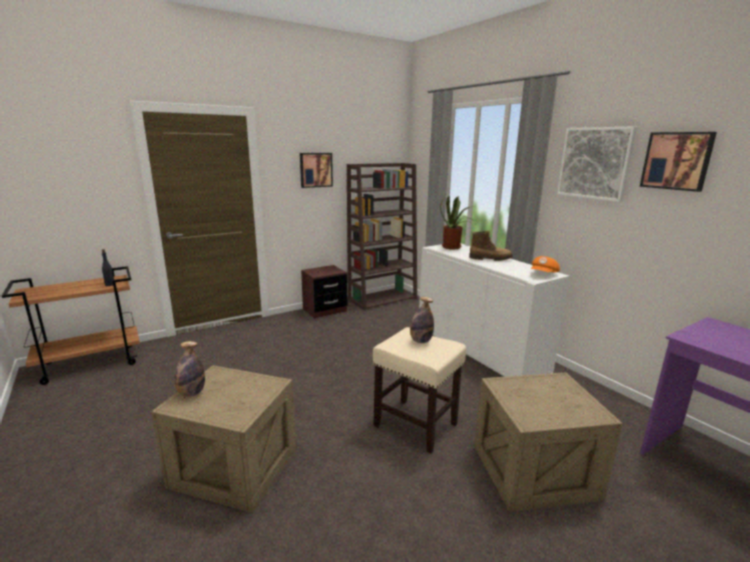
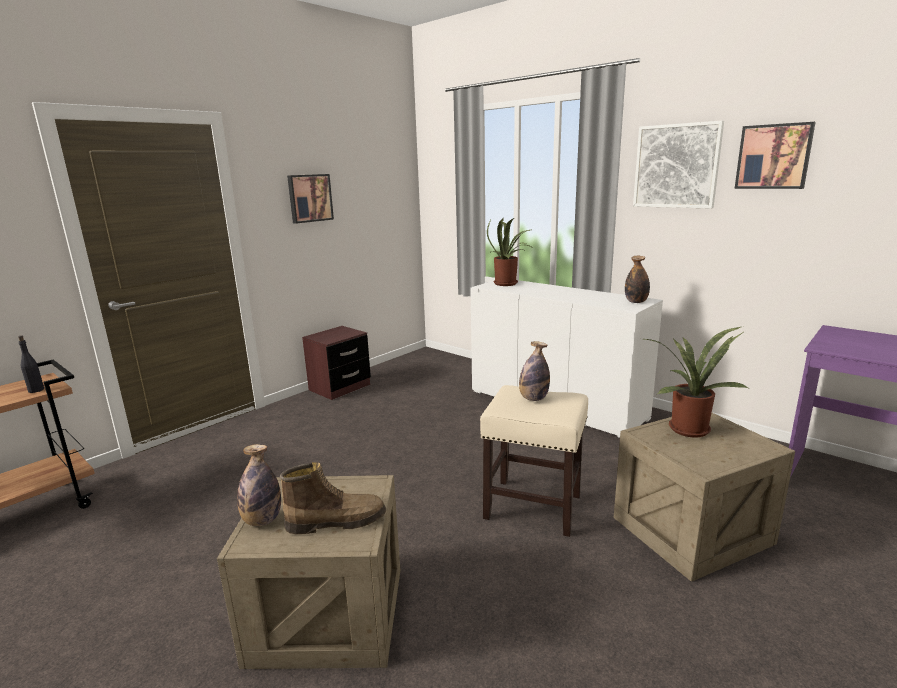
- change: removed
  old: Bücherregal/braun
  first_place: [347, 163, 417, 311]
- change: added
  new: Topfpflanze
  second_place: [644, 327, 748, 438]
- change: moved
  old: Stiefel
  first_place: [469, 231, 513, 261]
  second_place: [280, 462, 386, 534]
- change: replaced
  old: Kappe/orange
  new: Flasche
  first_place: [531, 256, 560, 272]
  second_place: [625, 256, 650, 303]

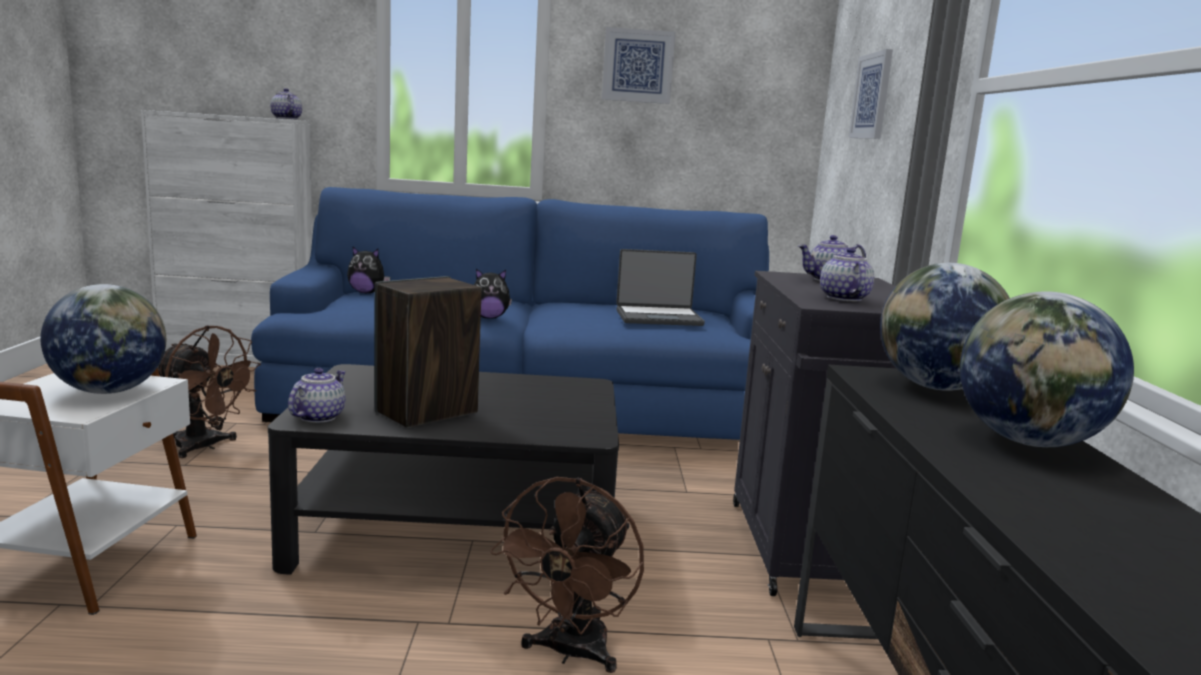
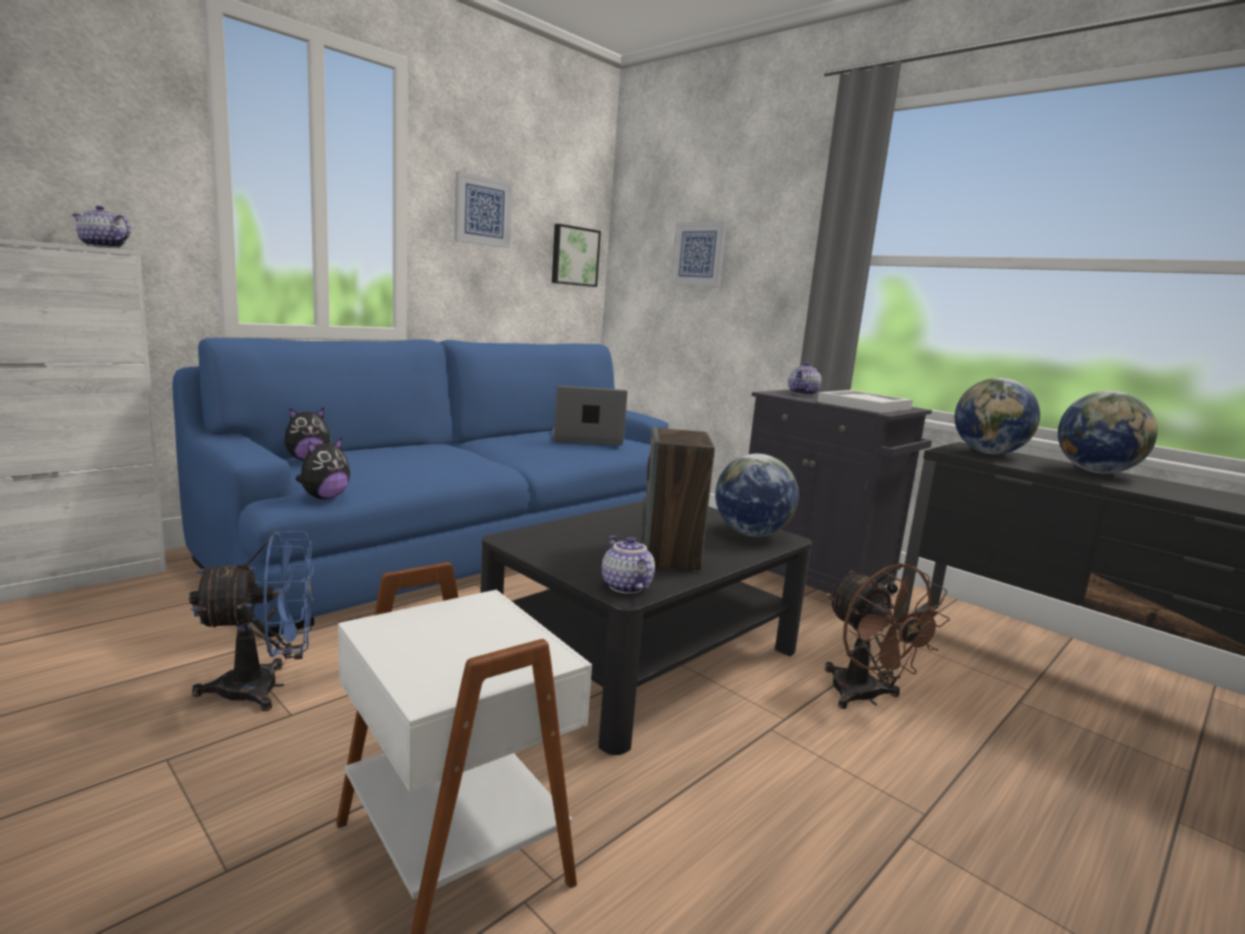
- change: added
  new: Bild
  second_place: [552, 224, 601, 287]
- change: moved
  old: Globus
  first_place: [40, 284, 166, 394]
  second_place: [715, 454, 799, 537]
- change: moved
  old: Plüschtier
  first_place: [474, 269, 512, 319]
  second_place: [296, 438, 350, 499]
- change: replaced
  old: Teekanne
  new: Tablett/weiß
  first_place: [820, 248, 874, 301]
  second_place: [817, 390, 913, 413]
- change: recoloured
  old: Ventilator/braun
  new: Ventilator/blau
  first_place: [158, 325, 261, 458]
  second_place: [189, 531, 313, 711]
- change: turned
  old: Laptop
  first_place: [616, 249, 705, 326]
  second_place: [553, 386, 628, 445]
  degrees: -135

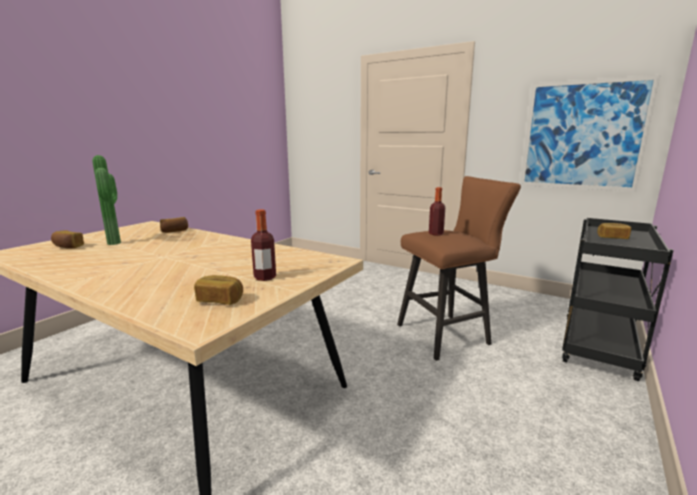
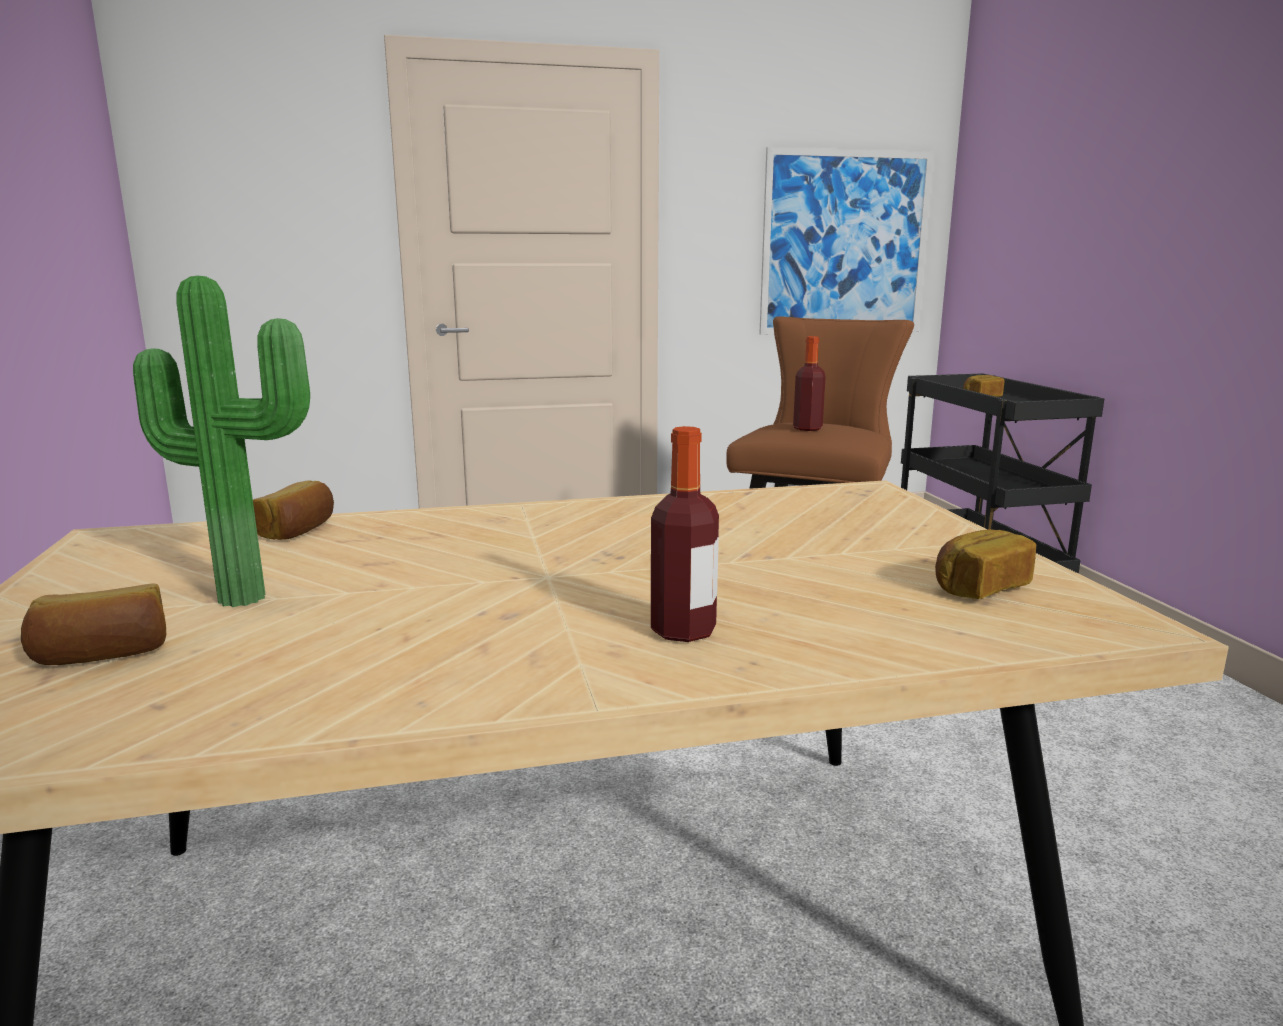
- change: moved
  old: Flasche
  first_place: [251, 209, 276, 281]
  second_place: [651, 426, 719, 642]

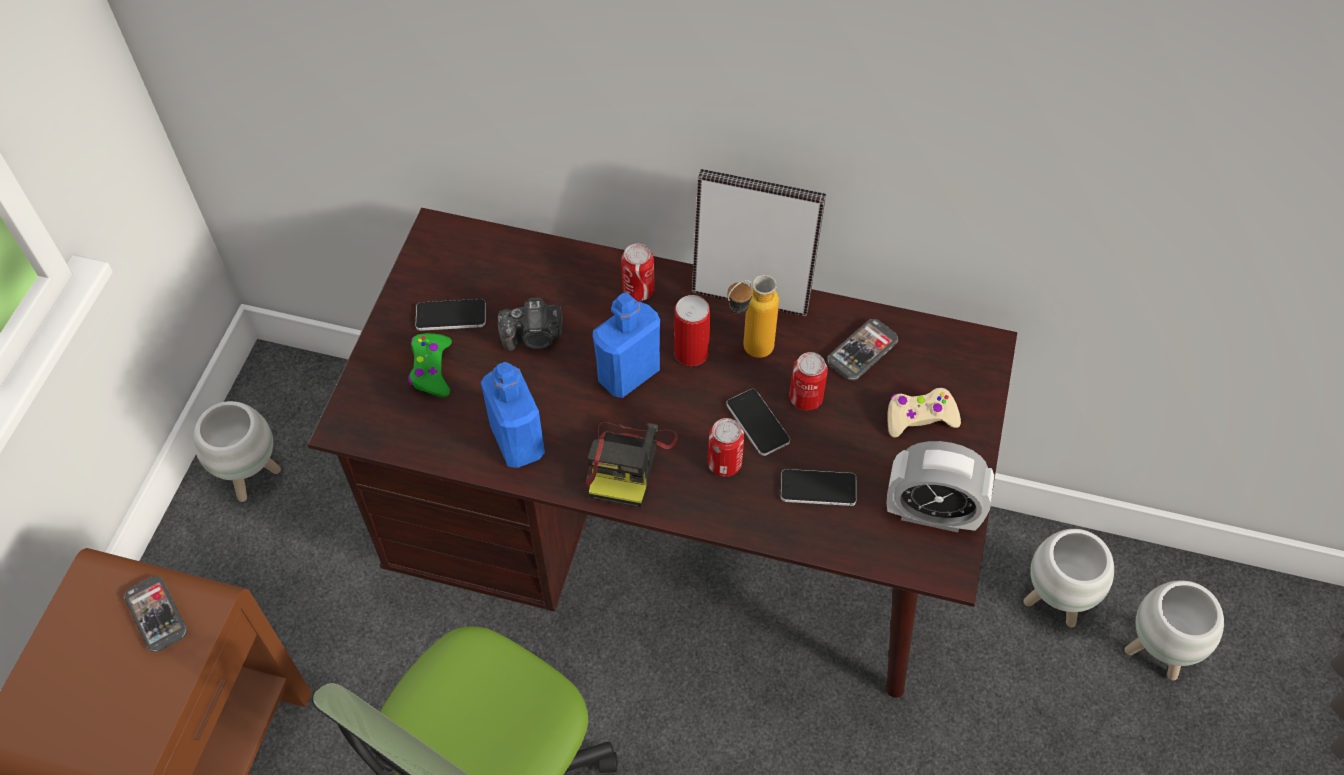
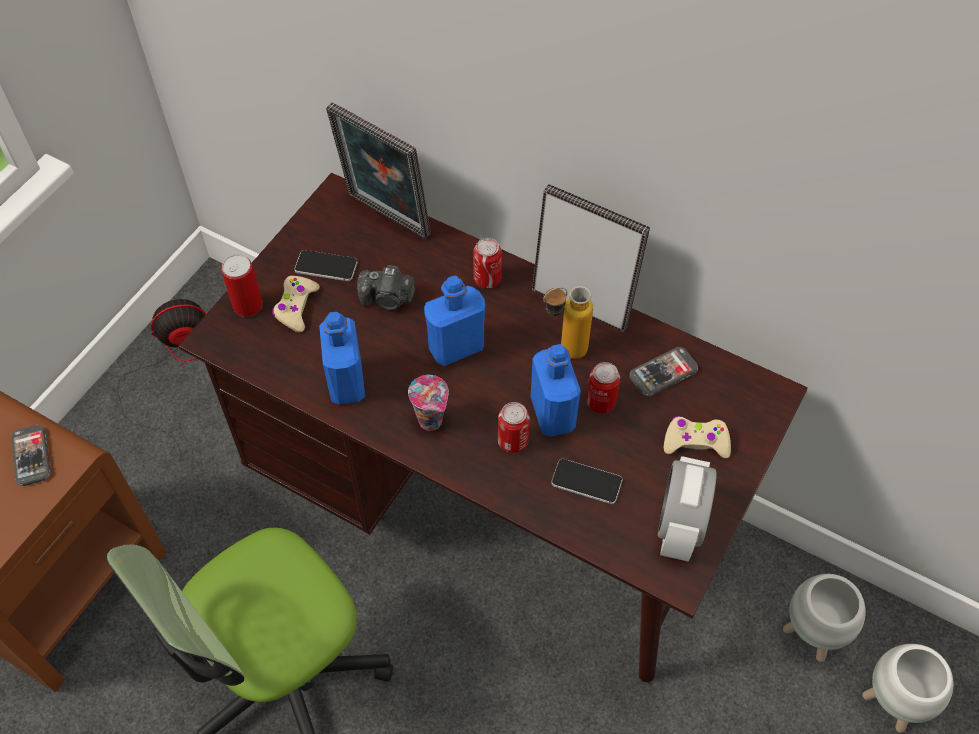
- change: added
  new: Bilderrahmen
  second_place: [326, 102, 431, 239]
- change: moved
  old: Dose
  first_place: [674, 295, 710, 366]
  second_place: [221, 255, 263, 317]
- change: replaced
  old: Pflanzkübel/weiß
  new: Ventilator
  first_place: [193, 401, 281, 502]
  second_place: [117, 299, 206, 458]
- change: replaced
  old: Kamera
  new: Tasse
  first_place: [586, 422, 678, 508]
  second_place: [408, 375, 449, 431]
- change: replaced
  old: Handy
  new: Flasche/blau
  first_place: [726, 389, 790, 456]
  second_place: [531, 344, 581, 437]
- change: recoloured
  old: Gamepad/grün
  new: Gamepad/beige
  first_place: [408, 333, 452, 397]
  second_place: [272, 276, 320, 332]
- change: turned
  old: Wecker
  first_place: [887, 441, 994, 532]
  second_place: [658, 456, 717, 561]
  degrees: 75

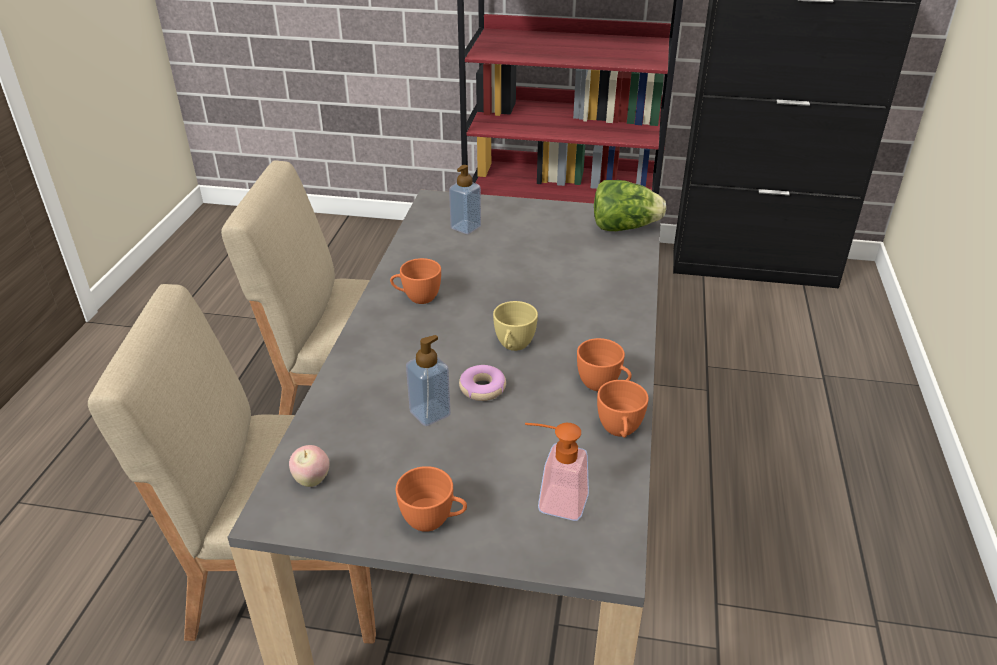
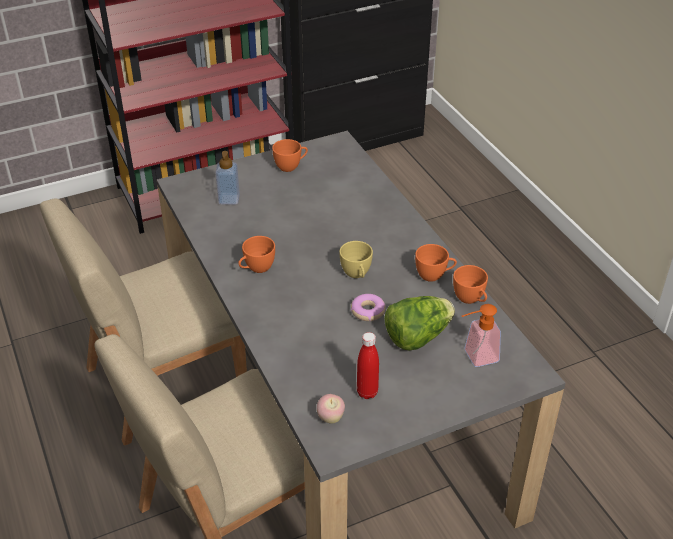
- change: removed
  old: Seifenspender
  first_place: [406, 335, 451, 426]
- change: added
  new: Flasche/rot
  second_place: [357, 332, 379, 399]
- change: moved
  old: Tasse/orange
  first_place: [396, 466, 467, 532]
  second_place: [272, 139, 308, 172]
- change: moved
  old: Salatkopf
  first_place: [594, 180, 666, 231]
  second_place: [384, 296, 455, 350]

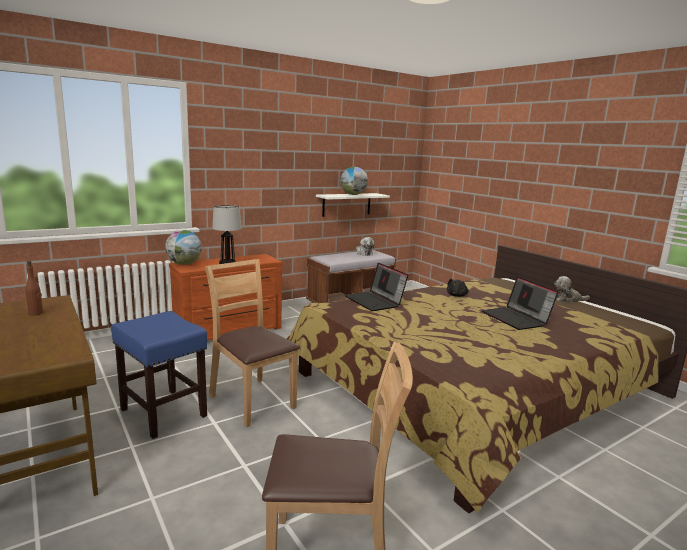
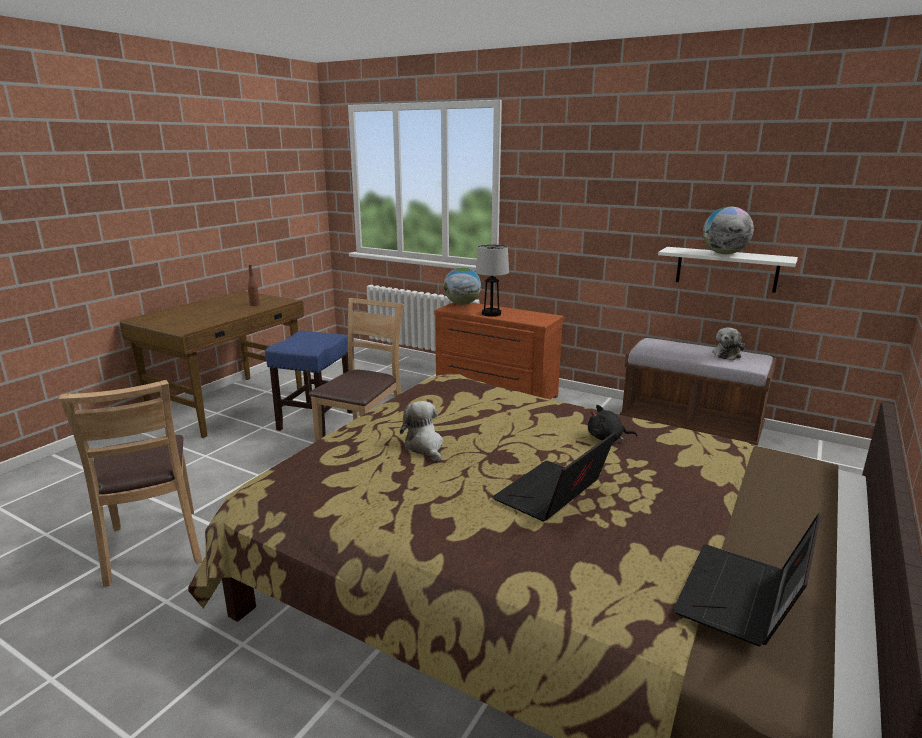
- change: moved
  old: Laptop
  first_place: [345, 263, 408, 311]
  second_place: [673, 513, 821, 646]
- change: moved
  old: Plüschtier
  first_place: [554, 276, 590, 303]
  second_place: [400, 401, 443, 461]

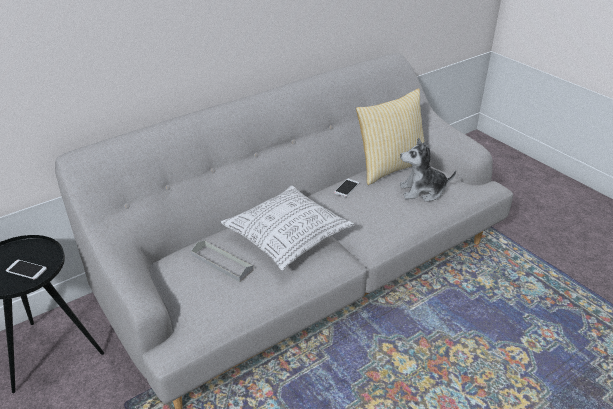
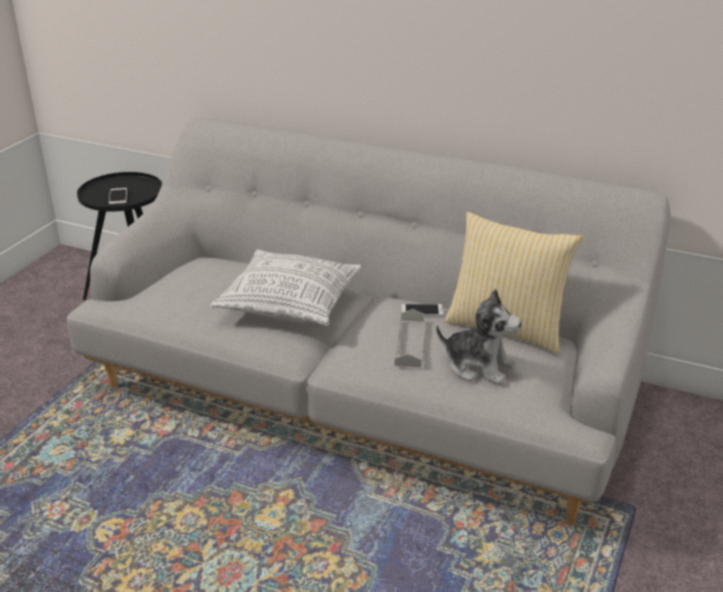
- change: moved
  old: Tablett/grau
  first_place: [191, 240, 254, 282]
  second_place: [395, 309, 425, 367]
- change: turned
  old: Plüschtier
  first_place: [400, 138, 456, 202]
  second_place: [436, 289, 522, 385]
  degrees: 150

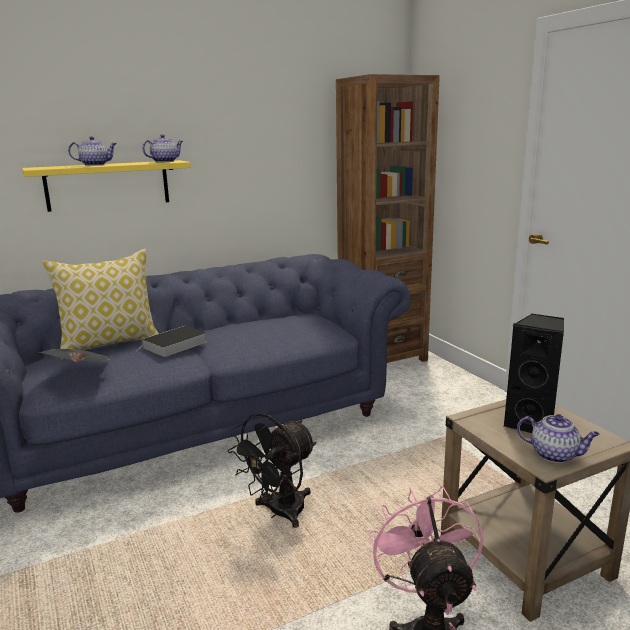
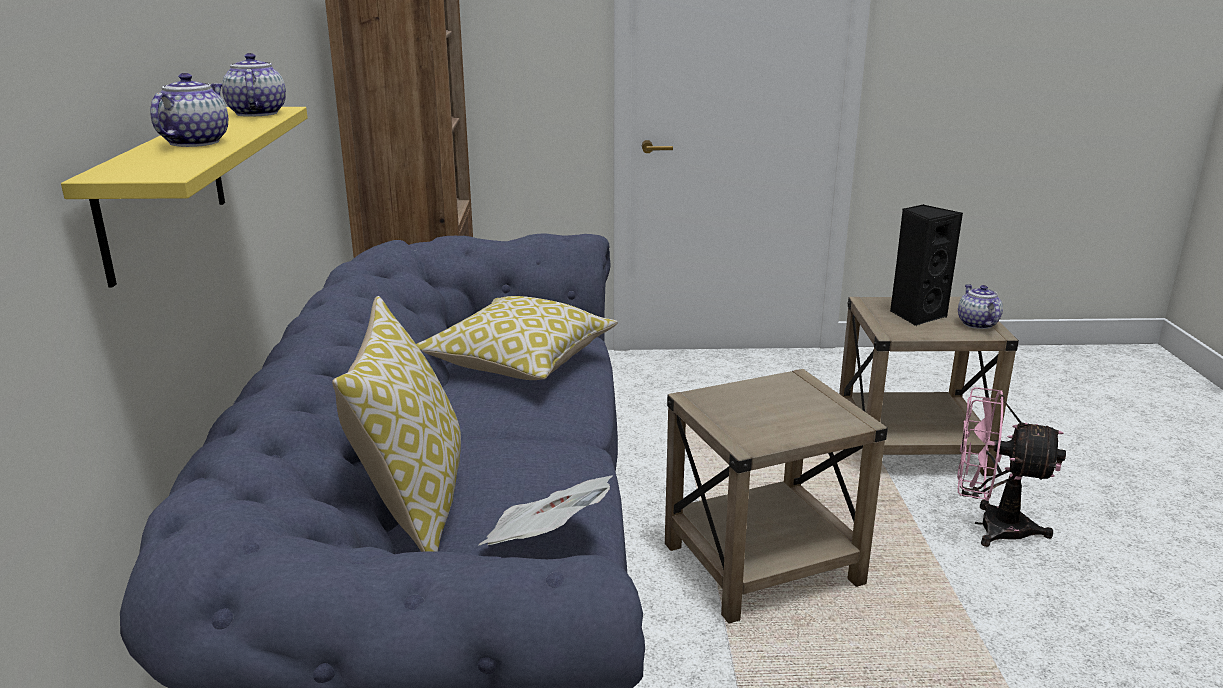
- change: removed
  old: Buch
  first_place: [136, 326, 207, 357]
- change: added
  new: Kissen
  second_place: [416, 296, 618, 380]
- change: replaced
  old: Ventilator/schwarz
  new: Beistelltisch/beige
  first_place: [227, 413, 316, 528]
  second_place: [665, 369, 888, 623]
- change: turned
  old: Teekanne
  first_place: [517, 414, 600, 463]
  second_place: [958, 285, 1003, 329]
  degrees: -60

